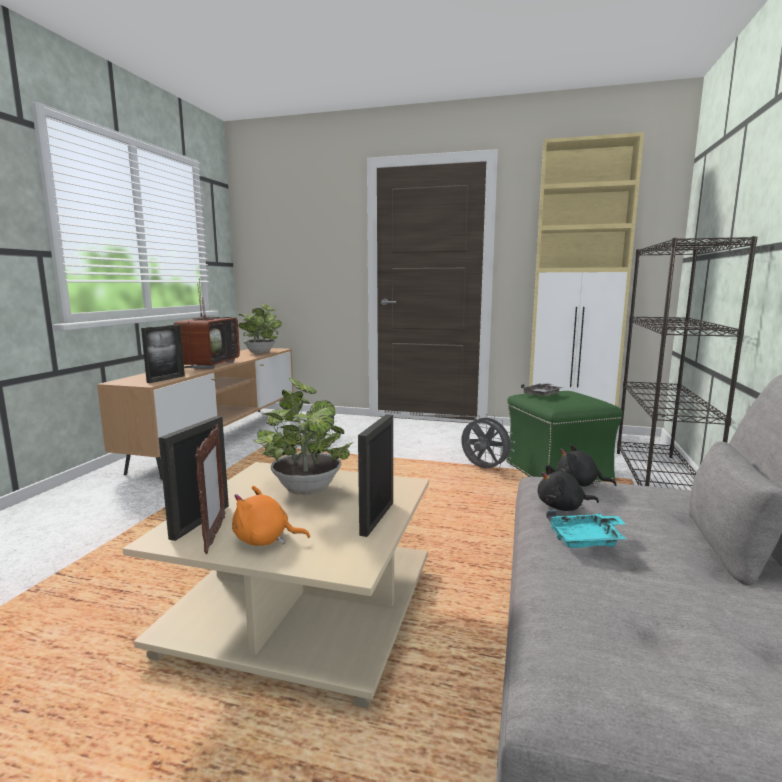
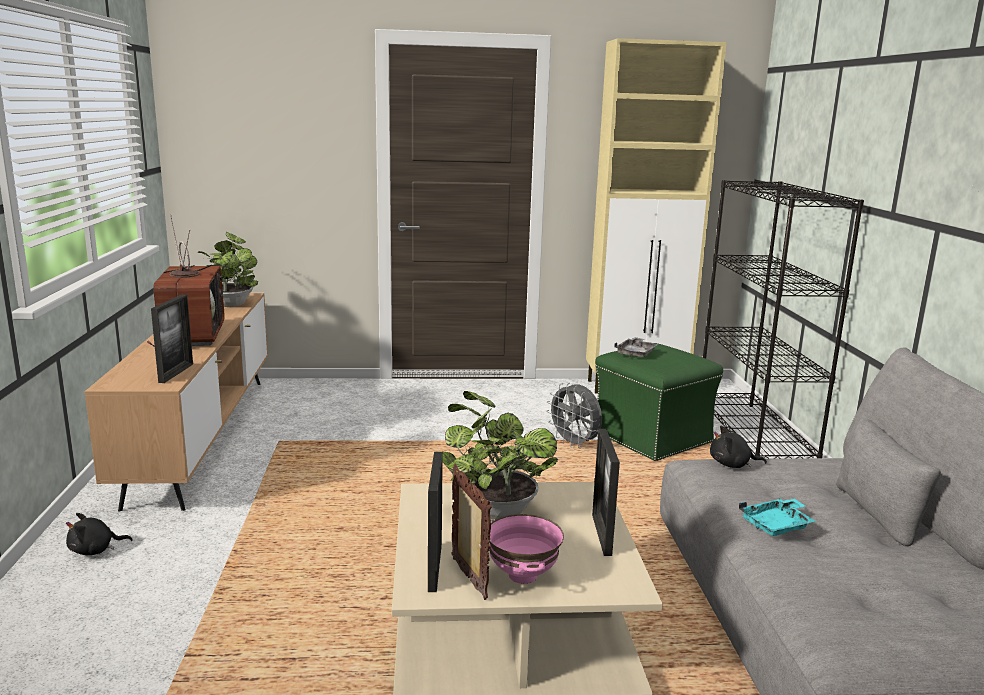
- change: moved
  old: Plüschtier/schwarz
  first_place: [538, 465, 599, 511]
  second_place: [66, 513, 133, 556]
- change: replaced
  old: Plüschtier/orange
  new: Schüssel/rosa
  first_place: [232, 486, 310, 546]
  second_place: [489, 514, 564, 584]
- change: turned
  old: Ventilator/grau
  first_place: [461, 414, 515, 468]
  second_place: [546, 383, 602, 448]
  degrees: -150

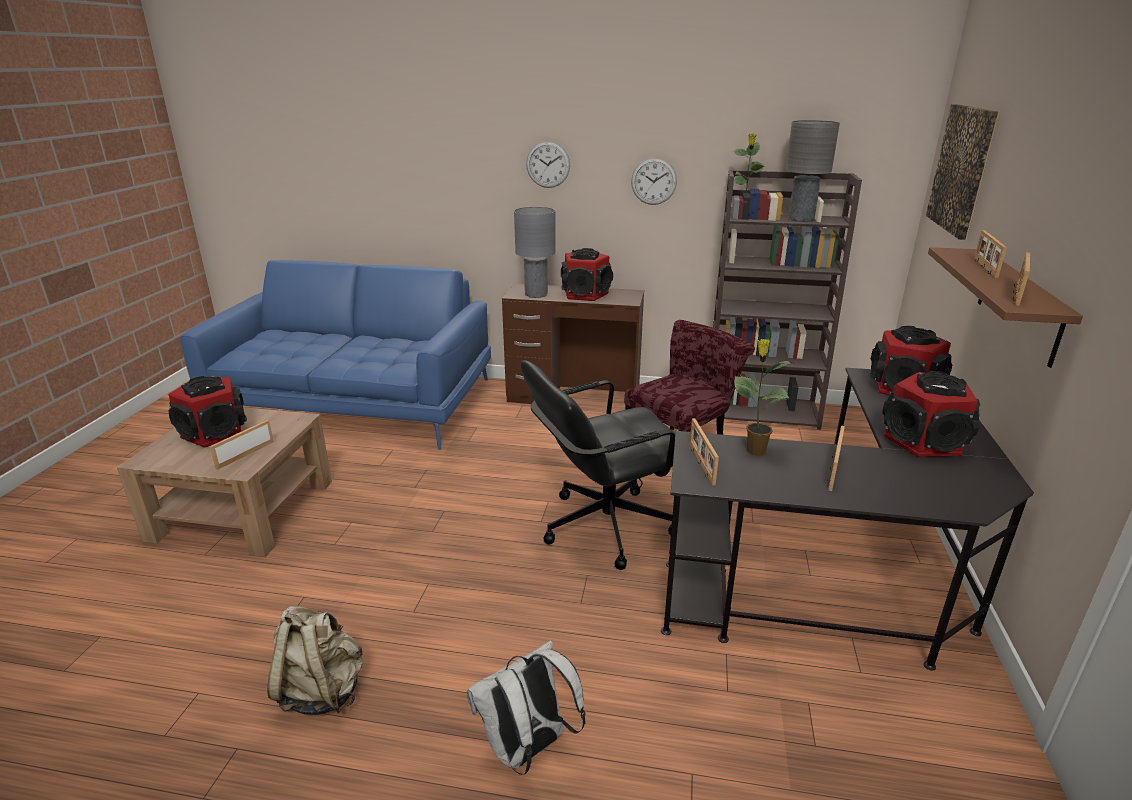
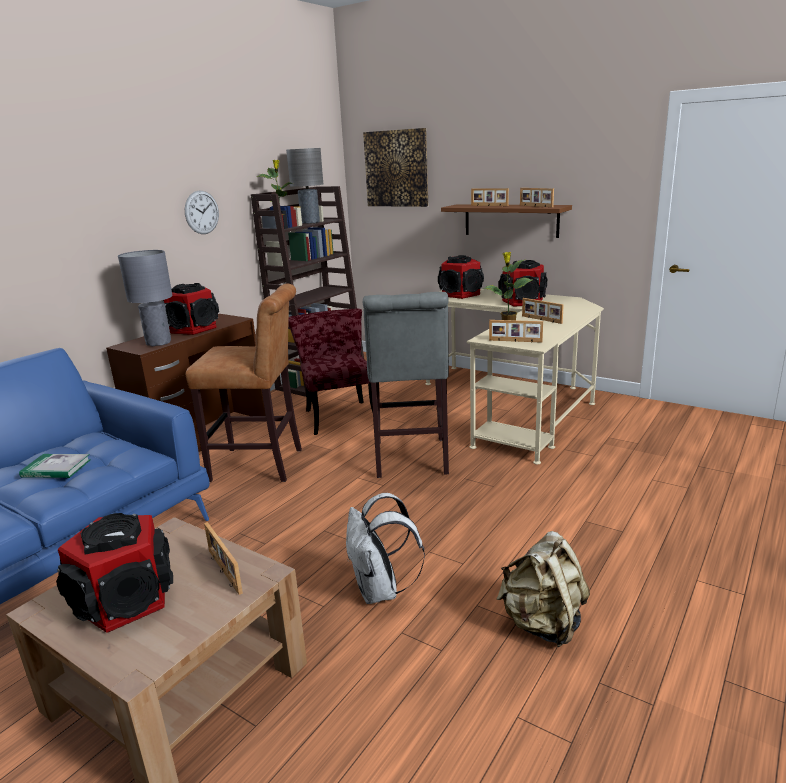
- change: removed
  old: Wanduhr
  first_place: [526, 141, 570, 188]
- change: added
  new: Buch
  second_place: [19, 454, 91, 478]
- change: added
  new: Hocker/braun
  second_place: [186, 284, 302, 482]
- change: moved
  old: Rucksack/weiß
  first_place: [467, 640, 585, 775]
  second_place: [346, 493, 425, 604]
- change: replaced
  old: Bürostuhl/schwarz
  new: Hocker/grau
  first_place: [521, 360, 675, 570]
  second_place: [363, 292, 449, 478]
- change: recoloured
  old: Schreibtisch/schwarz
  new: Schreibtisch/beige
  first_place: [661, 368, 1034, 671]
  second_place: [426, 289, 604, 464]

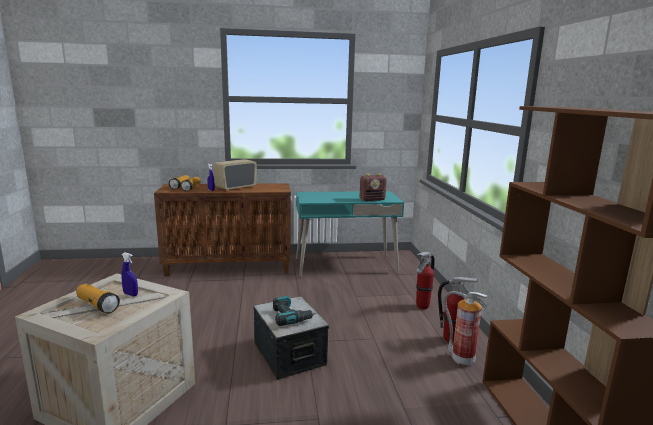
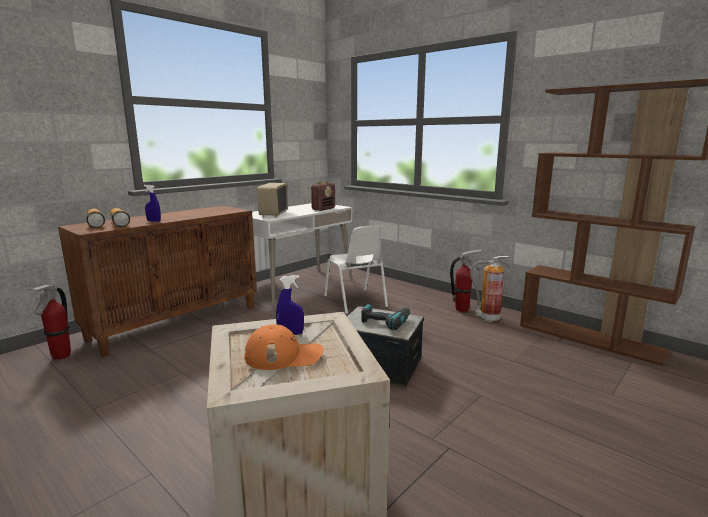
- change: added
  new: Stuhl/weiß
  second_place: [324, 225, 388, 314]
- change: moved
  old: Radio
  first_place: [214, 159, 257, 191]
  second_place: [257, 183, 288, 217]
- change: moved
  old: Feuerlöscher
  first_place: [416, 252, 434, 309]
  second_place: [28, 285, 71, 360]
- change: replaced
  old: Taschenlampe
  new: Kappe/orange
  first_place: [76, 284, 120, 313]
  second_place: [244, 324, 323, 370]
- change: recoloured
  old: Schreibtisch/türkis
  new: Schreibtisch/weiß
  first_place: [296, 191, 404, 277]
  second_place: [252, 203, 353, 308]

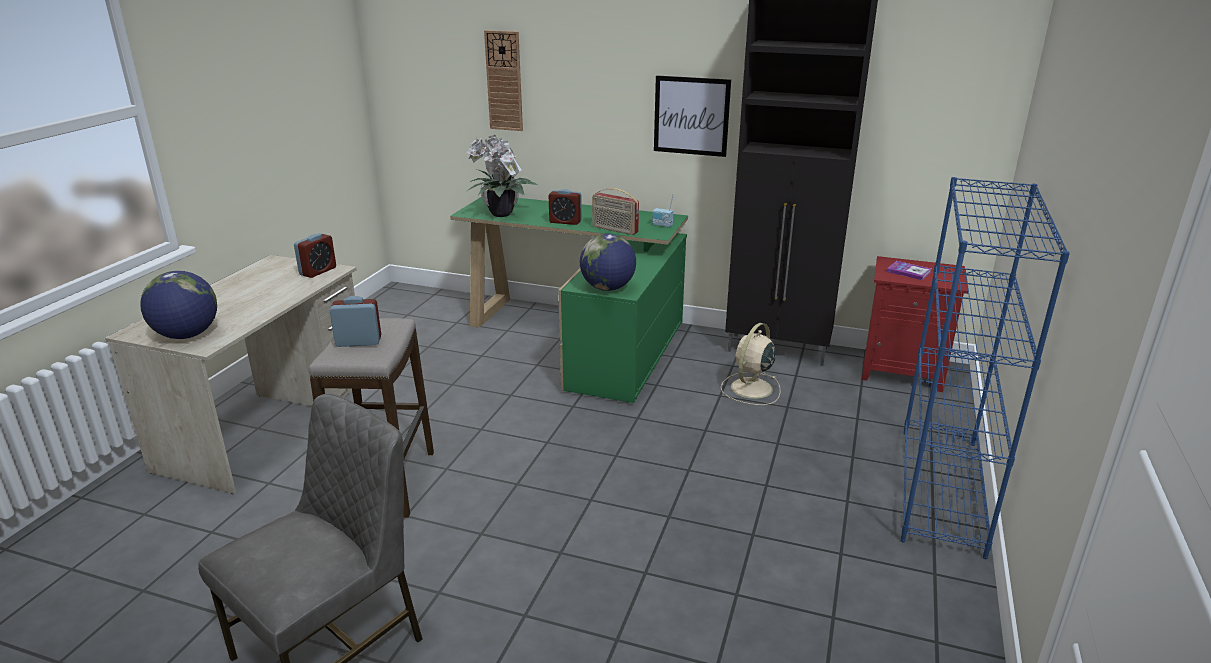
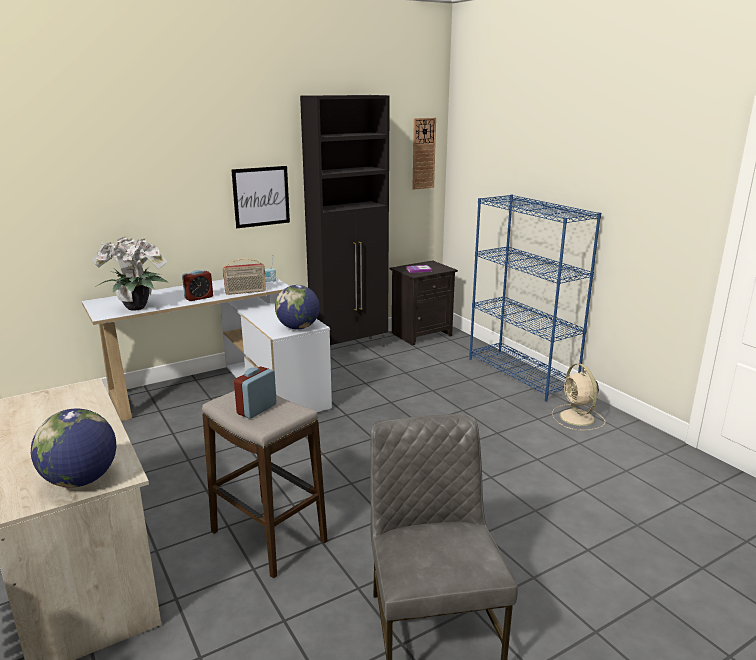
- change: removed
  old: Wecker
  first_place: [294, 233, 336, 278]
- change: moved
  old: Wanduhr
  first_place: [484, 30, 523, 131]
  second_place: [412, 118, 436, 190]
- change: moved
  old: Ventilator/beige
  first_place: [721, 323, 781, 405]
  second_place: [552, 364, 605, 431]
- change: recoloured
  old: Schreibtisch/grün
  new: Schreibtisch/weiß
  first_place: [450, 197, 688, 403]
  second_place: [82, 278, 332, 421]
- change: recoloured
  old: Nachttisch/rot
  new: Nachttisch/schwarz
  first_place: [862, 256, 968, 392]
  second_place: [390, 261, 458, 345]

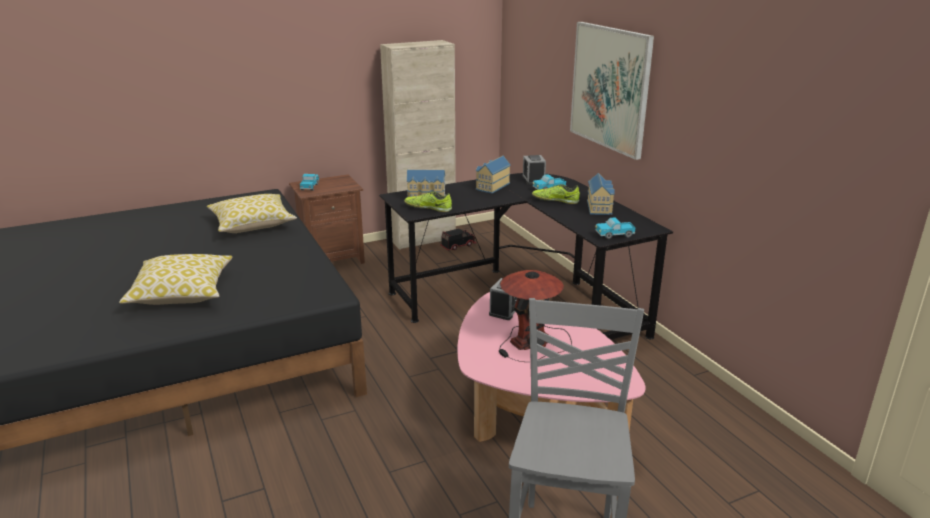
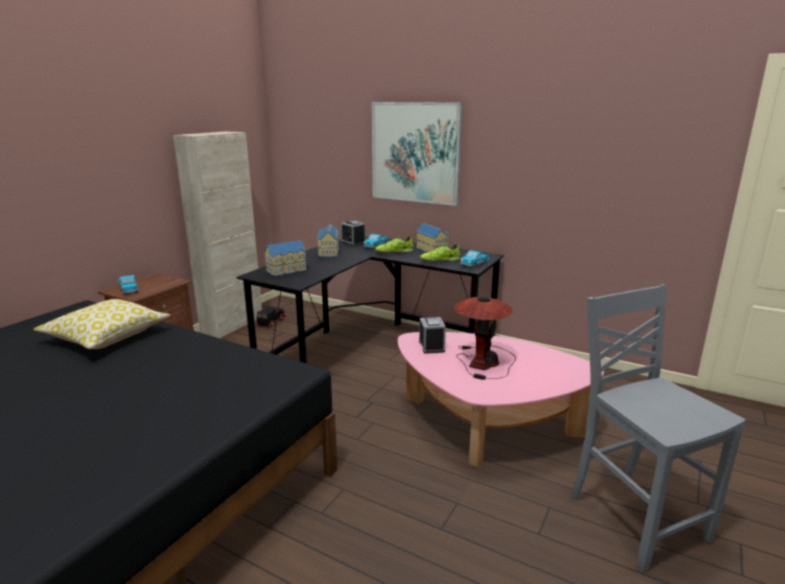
- change: removed
  old: Kissen
  first_place: [119, 254, 232, 305]
- change: moved
  old: Schuh
  first_place: [404, 191, 452, 212]
  second_place: [420, 244, 460, 262]

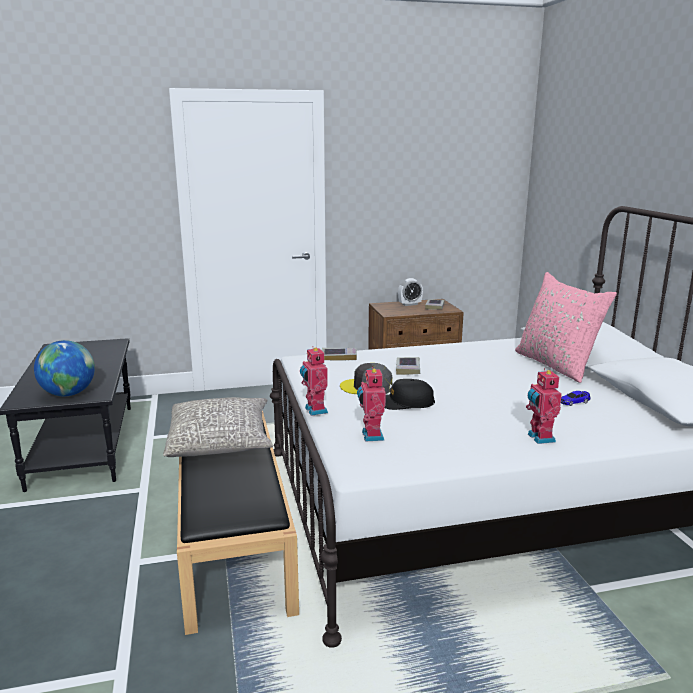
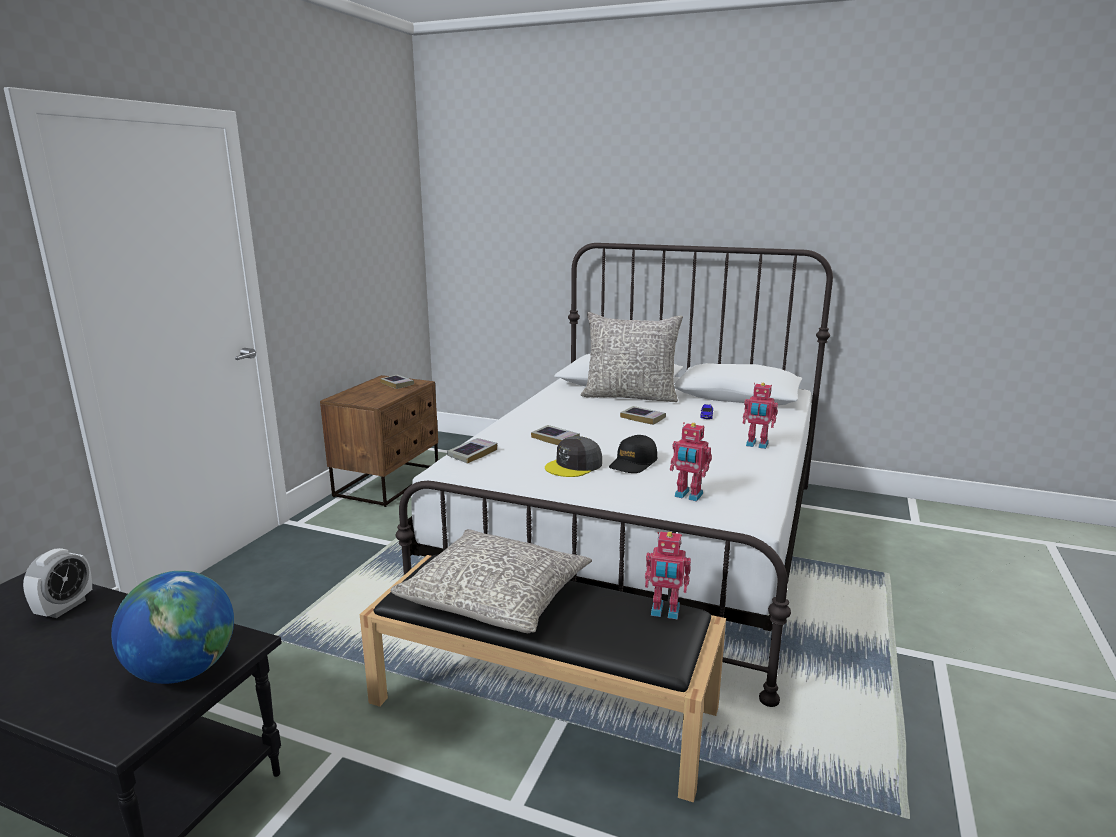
- change: added
  new: Buch
  second_place: [620, 406, 666, 425]
- change: moved
  old: Spielzeugroboter
  first_place: [300, 346, 328, 416]
  second_place: [645, 532, 691, 620]
- change: moved
  old: Wecker
  first_place: [398, 278, 423, 306]
  second_place: [23, 548, 92, 618]
- change: recoloured
  old: Kissen/rosa
  new: Kissen/grau
  first_place: [515, 272, 617, 383]
  second_place: [581, 312, 683, 402]

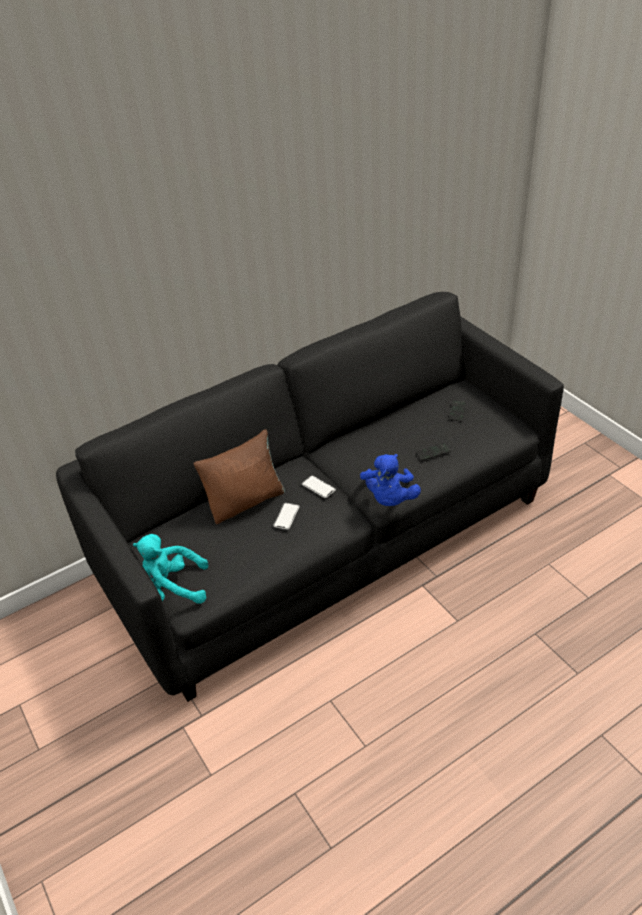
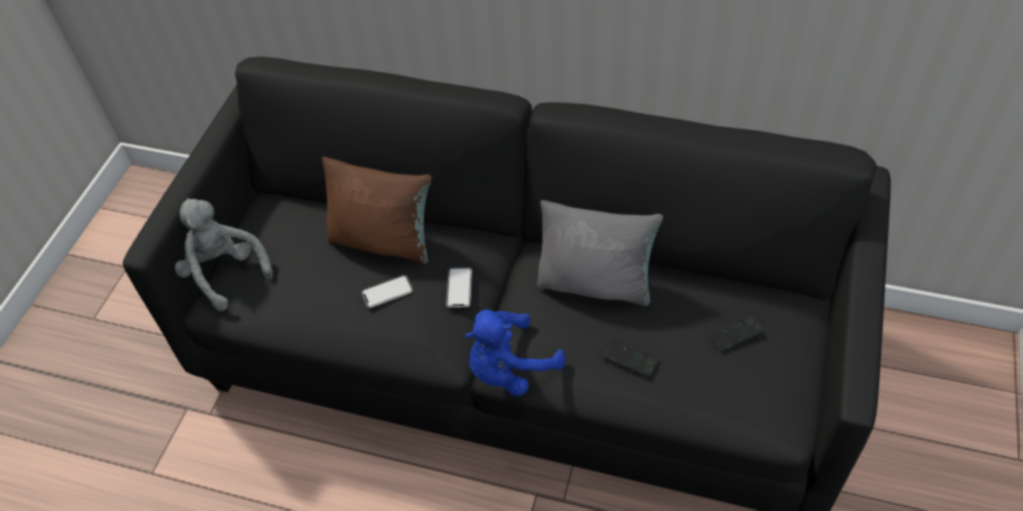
- change: added
  new: Kissen/grau
  second_place: [537, 200, 663, 306]
- change: recoloured
  old: Plüschtier/türkis
  new: Plüschtier/grau
  first_place: [133, 534, 209, 604]
  second_place: [175, 198, 273, 311]

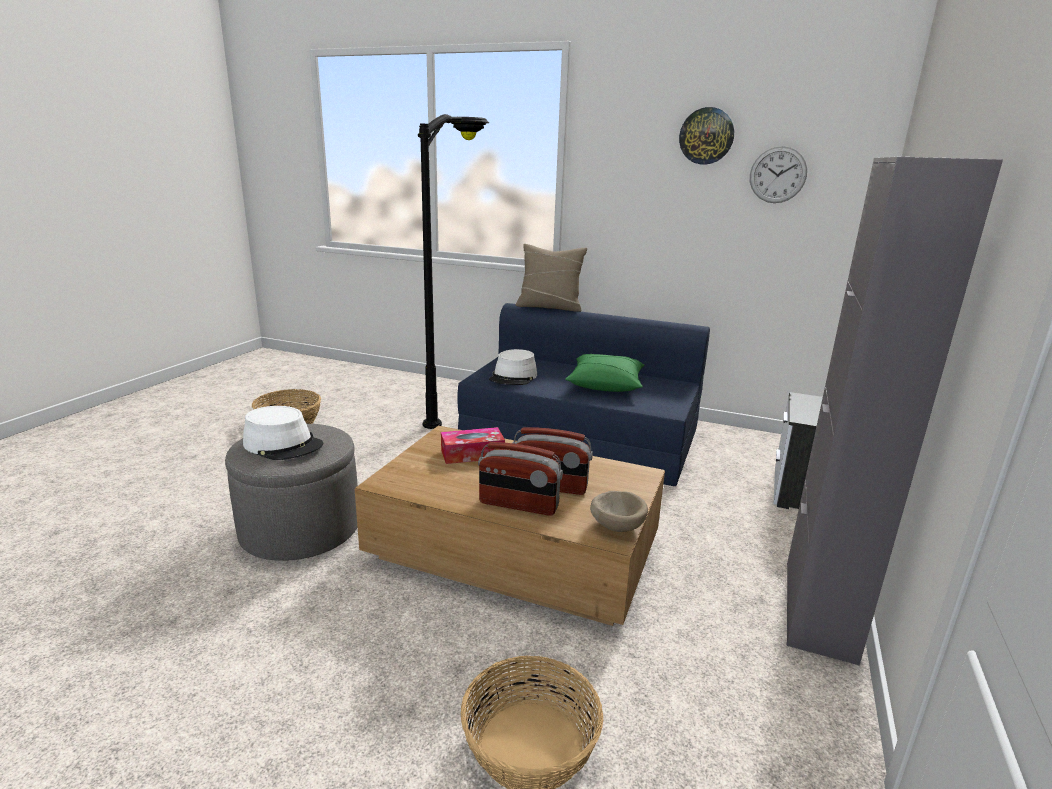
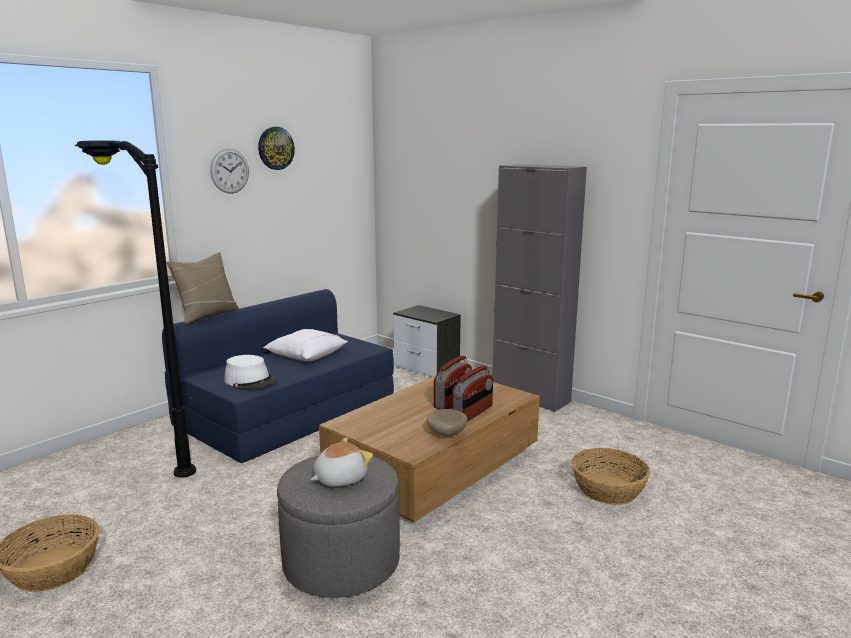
- change: removed
  old: Taschentuchbox
  first_place: [441, 427, 505, 464]
- change: moved
  old: Schüssel/beige
  first_place: [590, 491, 648, 532]
  second_place: [427, 409, 467, 436]
- change: moved
  old: Wanduhr
  first_place: [750, 146, 807, 203]
  second_place: [210, 149, 249, 194]
- change: replaced
  old: Hut/weiß
  new: Plüschtier
  first_place: [243, 406, 323, 460]
  second_place: [311, 437, 373, 487]
- change: recoloured
  old: Kissen/grün
  new: Kissen/weiß
  first_place: [565, 354, 644, 392]
  second_place: [263, 329, 348, 361]

